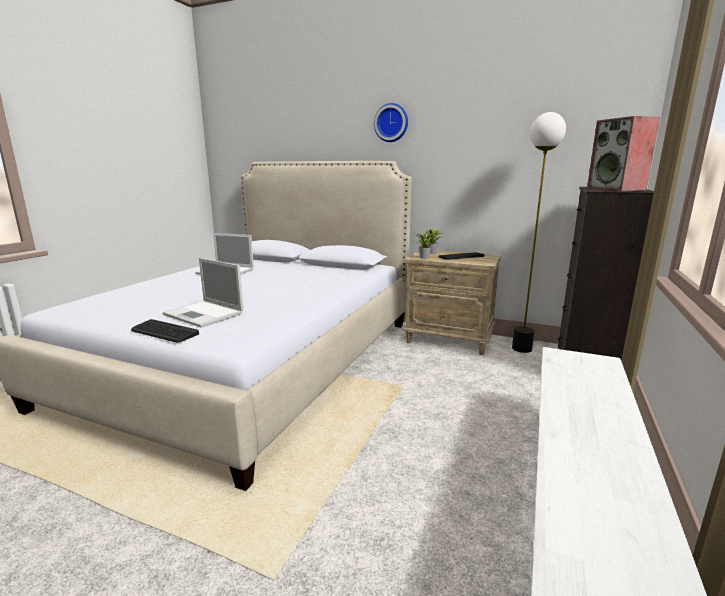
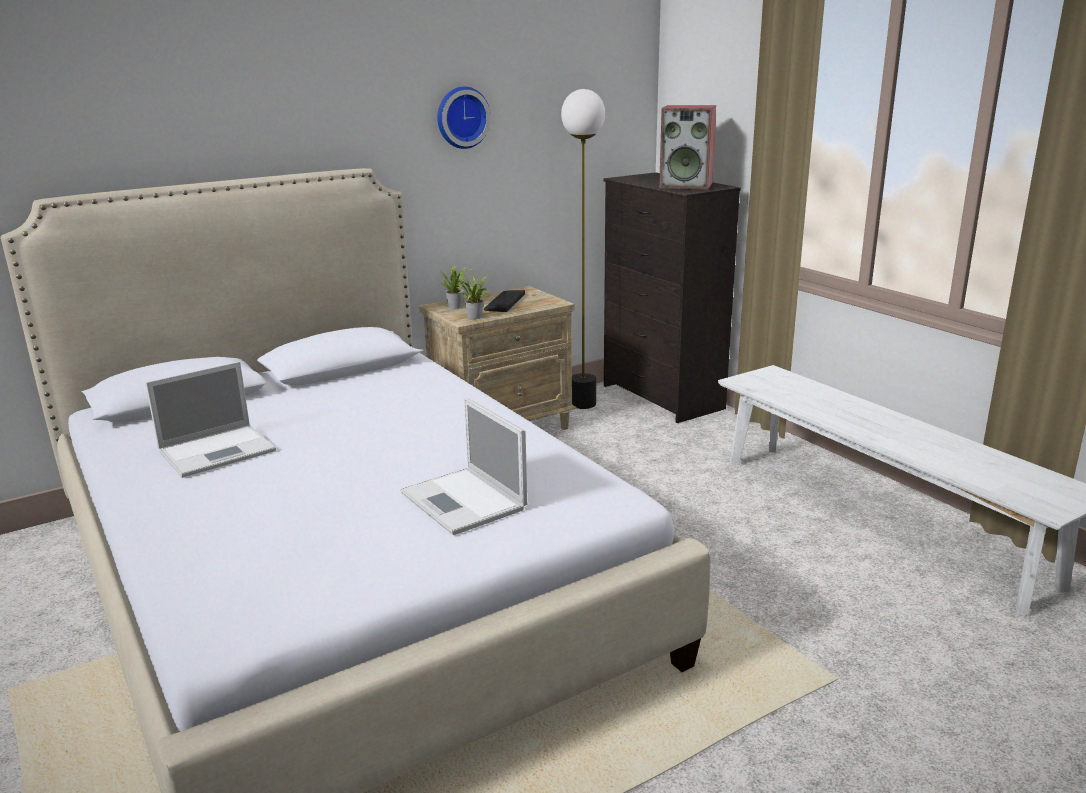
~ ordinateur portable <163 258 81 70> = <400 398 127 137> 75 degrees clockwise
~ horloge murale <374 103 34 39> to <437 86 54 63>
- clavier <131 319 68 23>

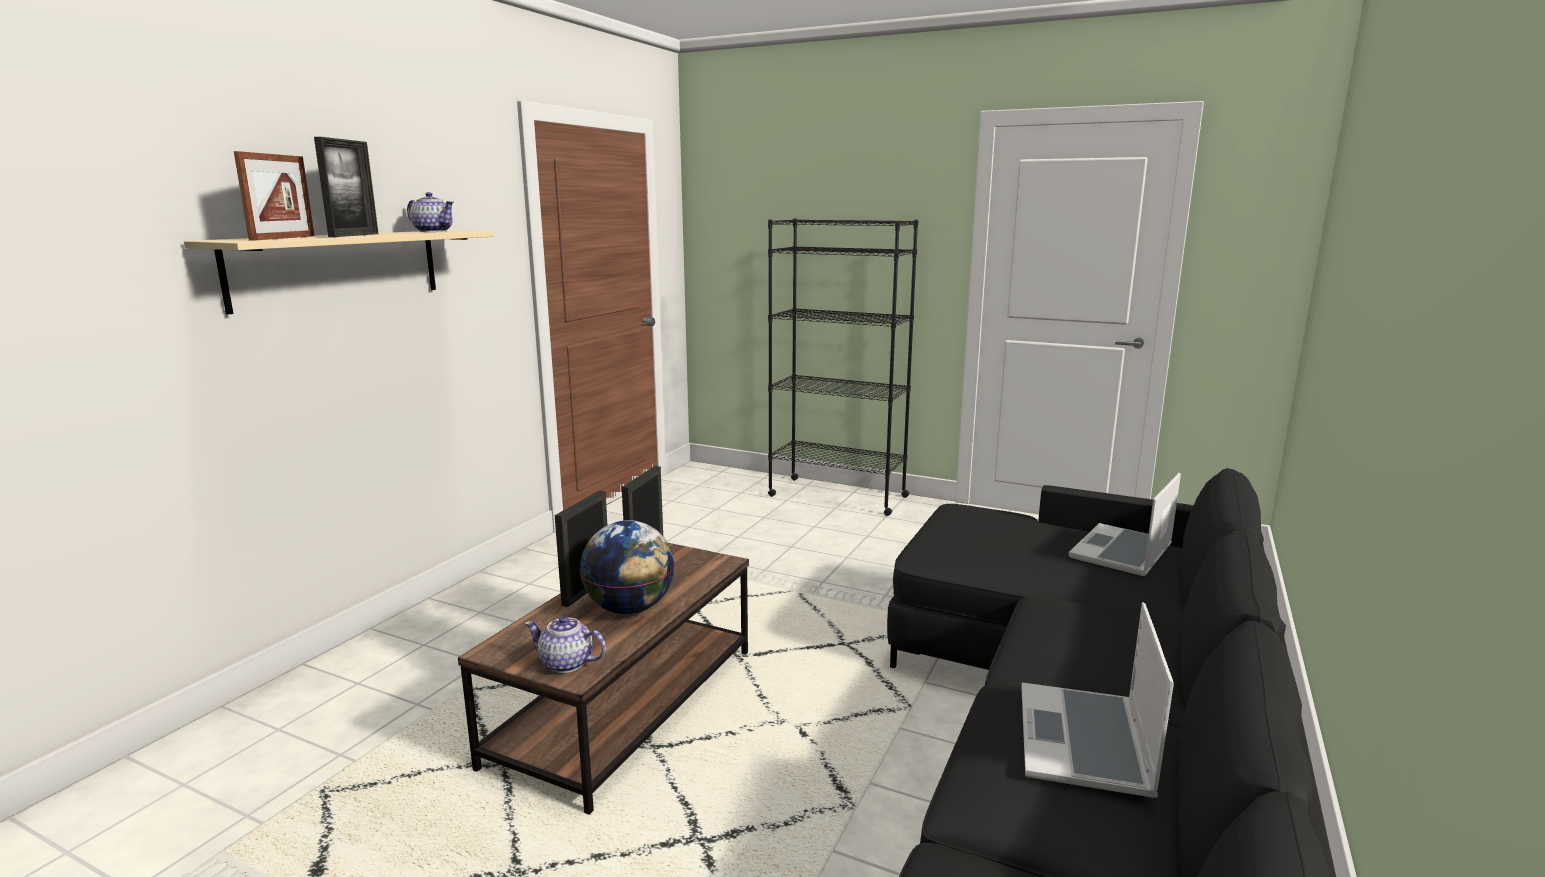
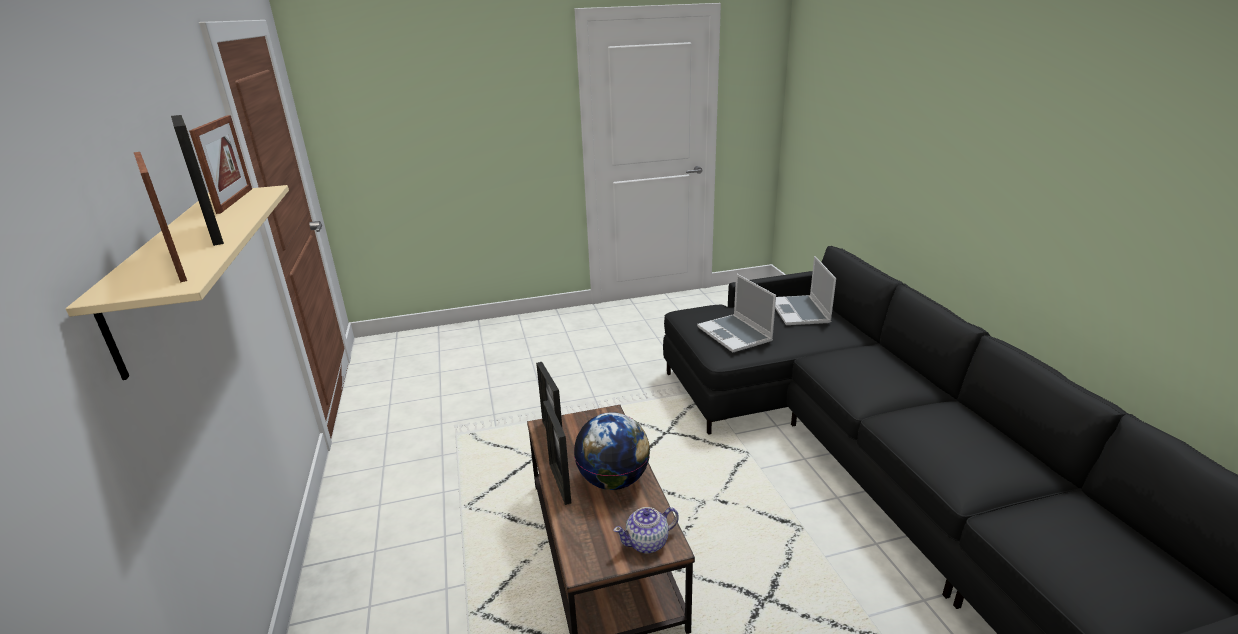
~ théière <407 192 47 40> to cadre photo <189 115 63 99>
~ ordinateur portable <1021 602 153 196> to <697 273 79 79>
- bibliothèque/noir <768 218 151 298>

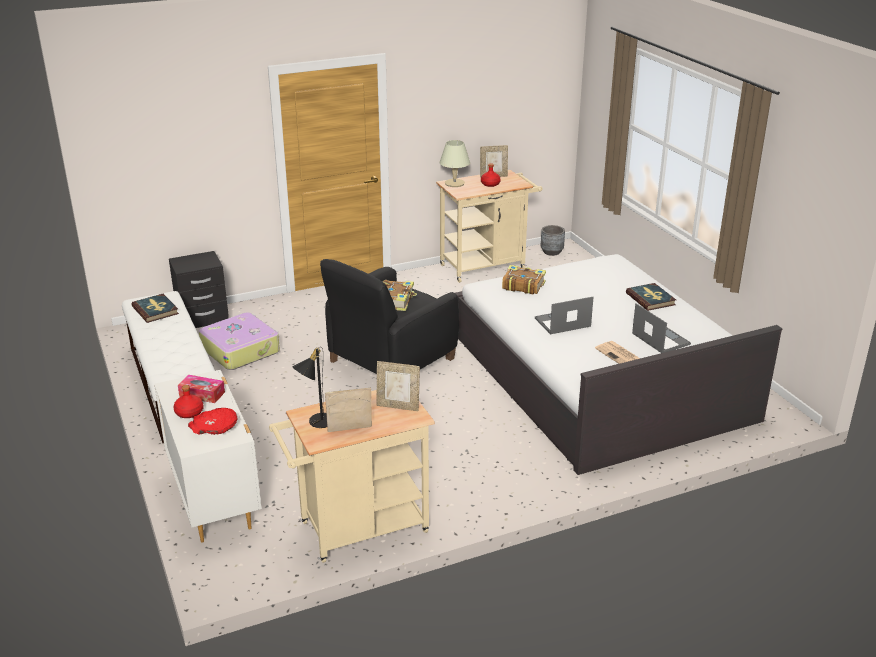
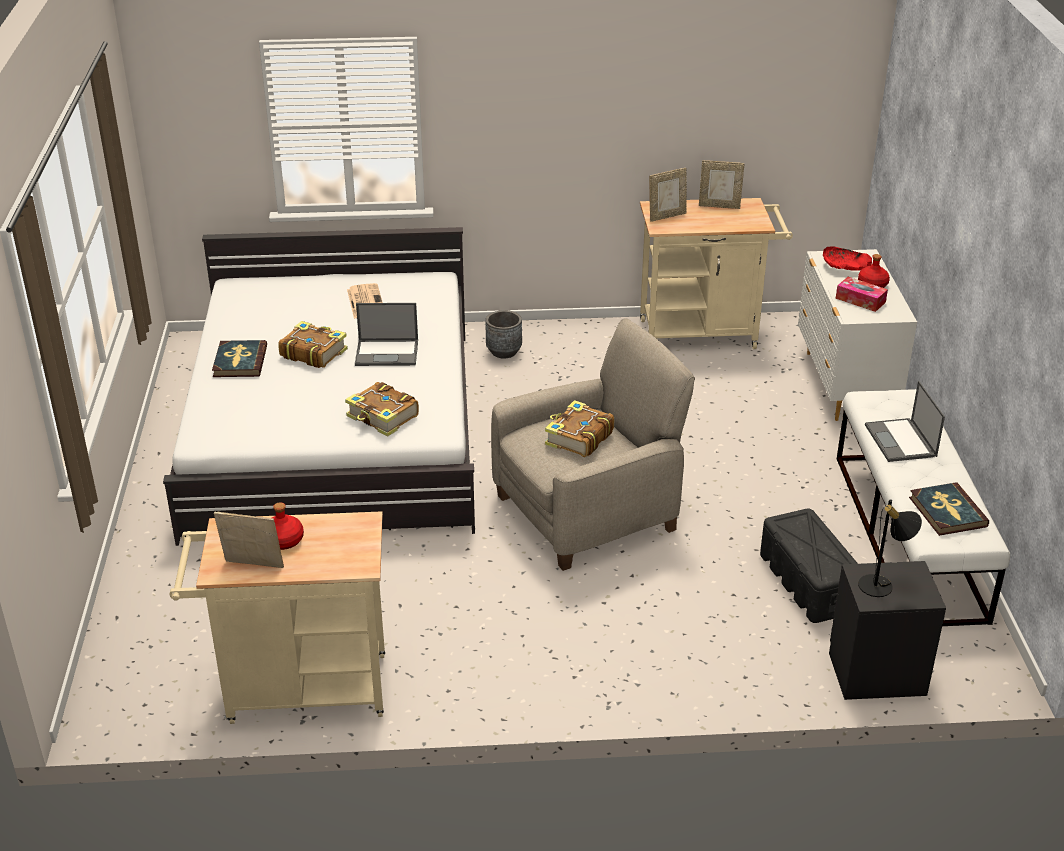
+ livre <278 321 70 47>
~ cache-pot/gris <541 225 24 31> to <486 310 36 48>
~ fauteuil/noir <320 259 139 115> to fauteuil/beige <491 318 204 253>
~ cadre photo <376 361 44 50> = <649 168 38 54> 120 degrees clockwise
~ valise <199 312 81 58> to boîte de rangement/noir <760 508 98 115>
~ lampe de table/noir <292 347 35 81> to <858 499 64 98>
~ ordinateur portable <632 303 59 50> to <865 381 80 81>
- lampe de table/beige <440 140 30 47>

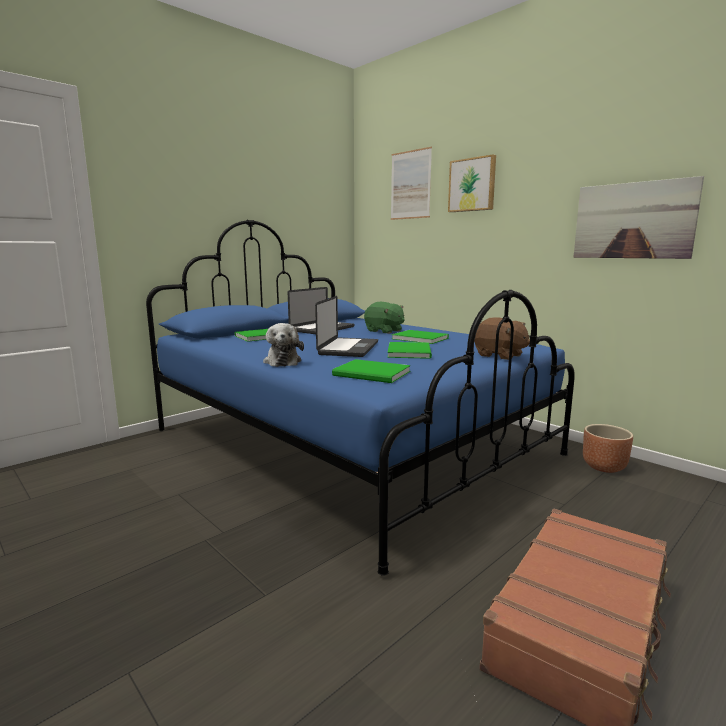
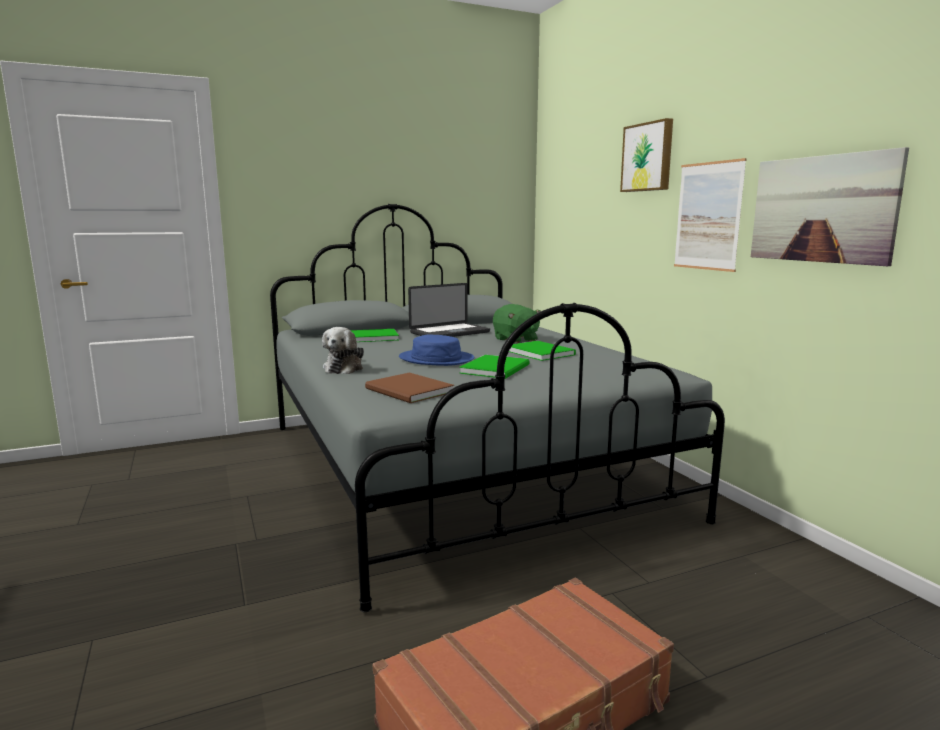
~ lit/bleu <146 220 429 356> to lit/gris <270 204 455 408>
~ livre/vert <332 359 79 24> to livre/marron <365 373 89 30>
~ ordinateur portable <315 296 63 61> to chapeau/bleu <399 335 75 31>
~ tableau <391 147 41 73> to <674 158 73 114>
- peluche/marron <475 317 55 43>
- cache-pot/marron <583 424 50 49>

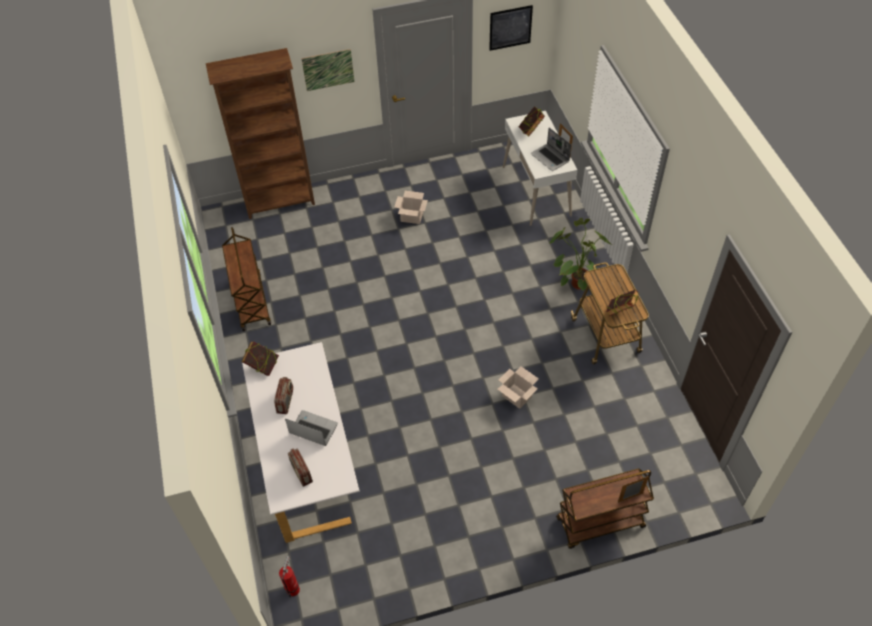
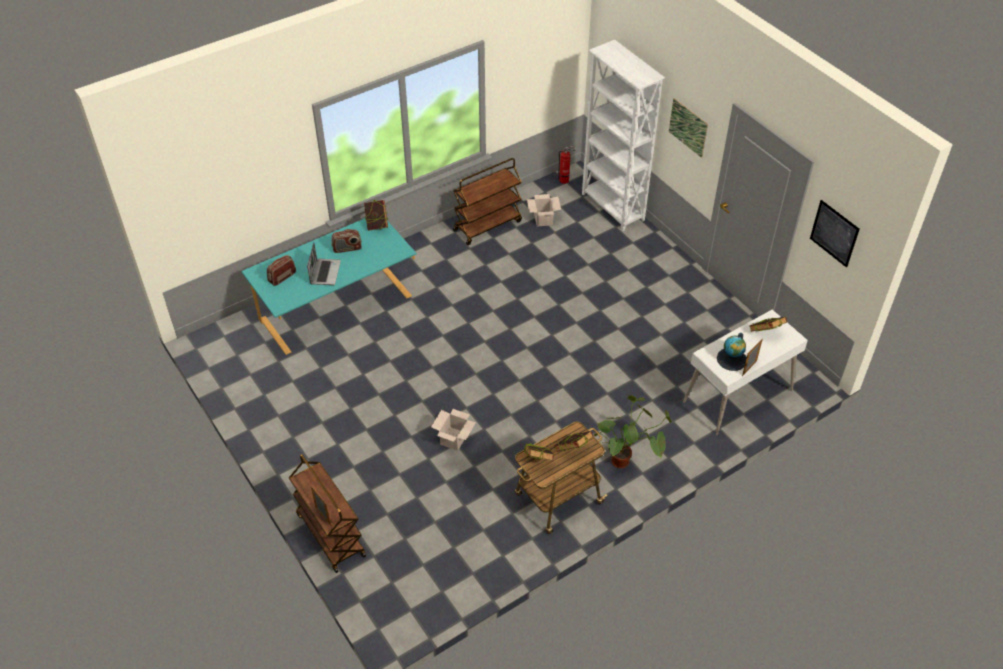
~ bureau/blanc <242 342 117 201> to bureau/turquoise <241 218 175 137>
~ carton <394 191 34 33> to <527 194 34 33>
+ livre <555 431 39 21>
~ extincteur <279 556 21 42> to <558 145 17 39>
~ bibliothèque/marron <206 48 109 171> to bibliothèque/blanc <582 40 83 191>
~ ordinateur portable <531 128 40 43> to globe <717 333 29 38>

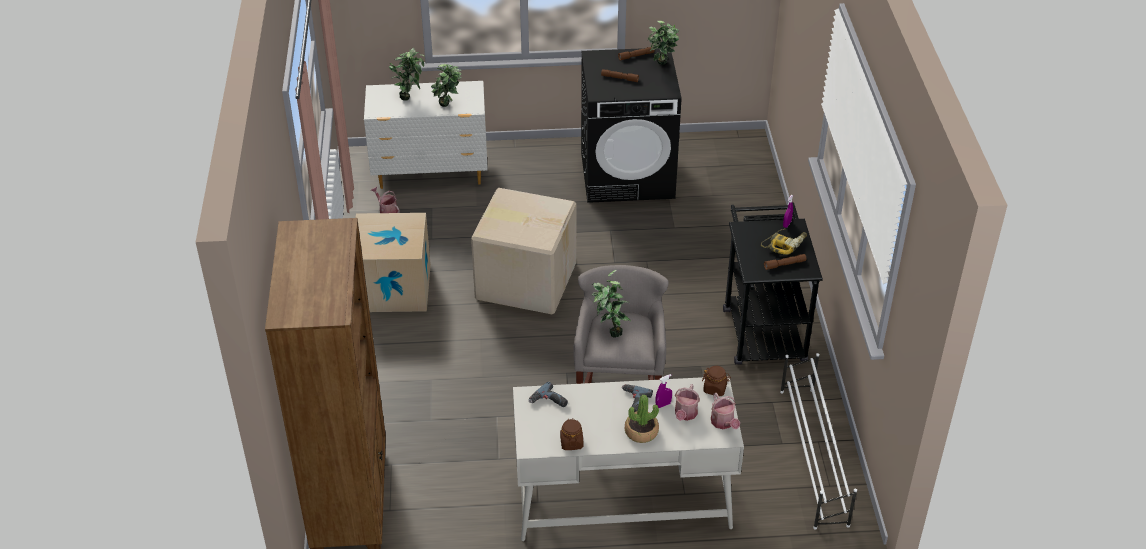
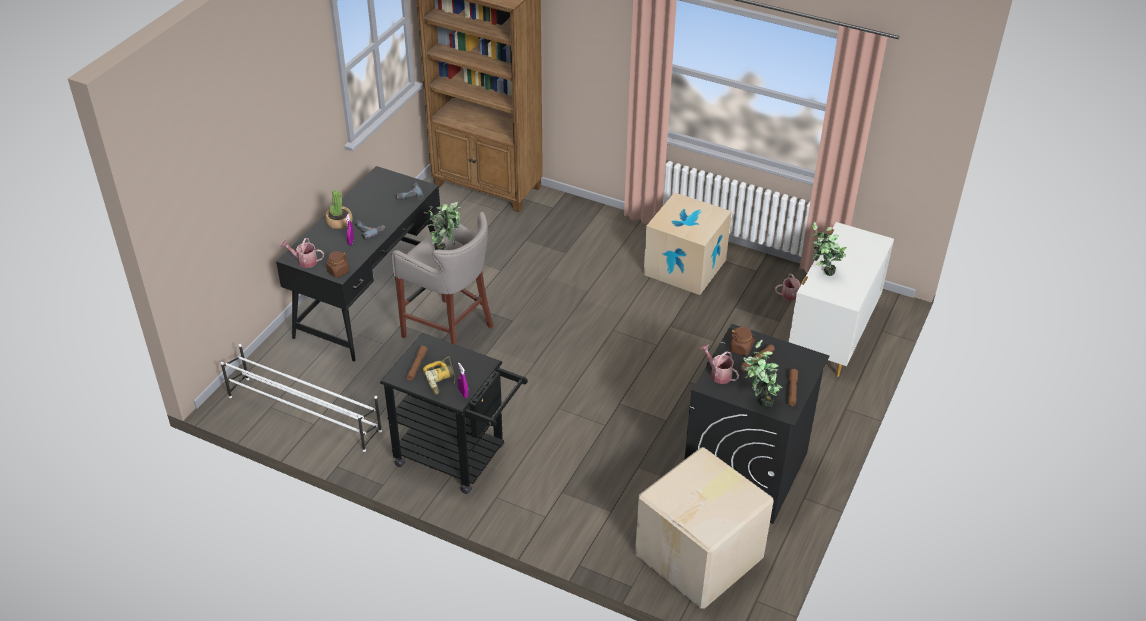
~ bureau/blanc <513 377 231 164> to bureau/noir <276 166 165 195>
~ carton <471 188 105 126> to <635 447 139 161>
~ arrosoir <675 384 25 37> to <700 344 39 40>
~ bocal/marron <560 419 23 31> to <729 327 27 29>
- plante en pot <389 48 35 53>

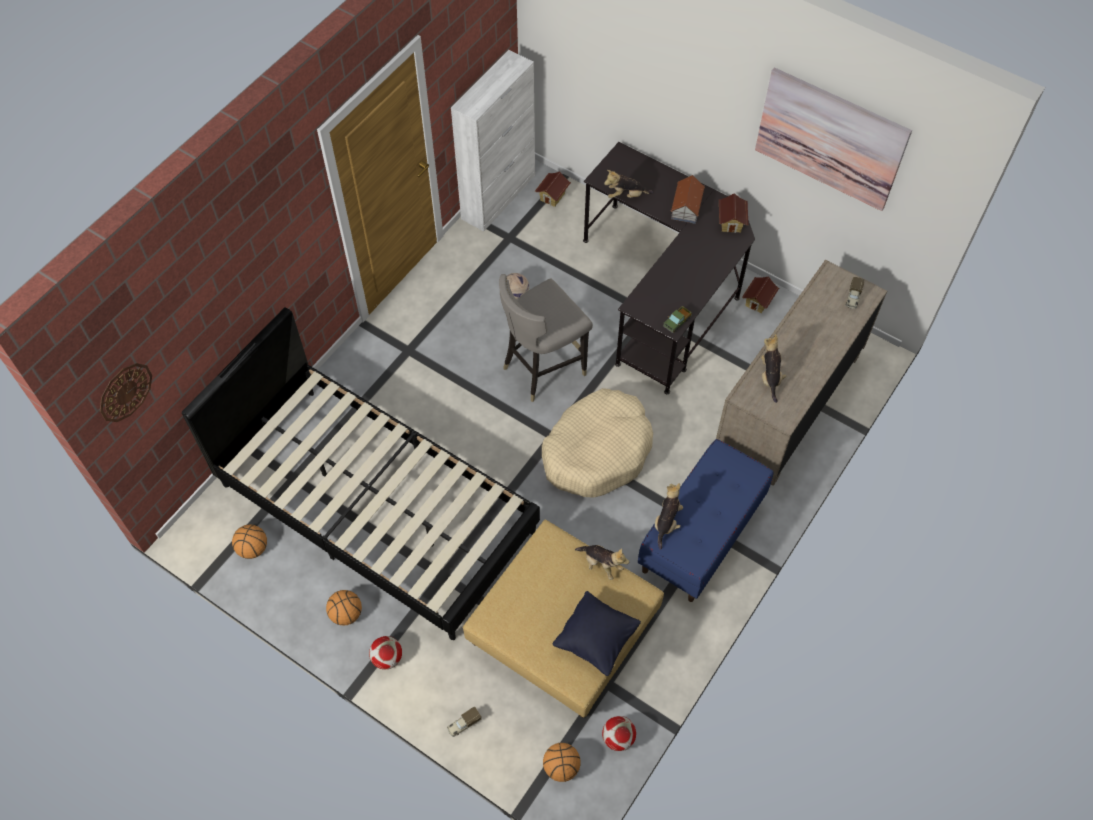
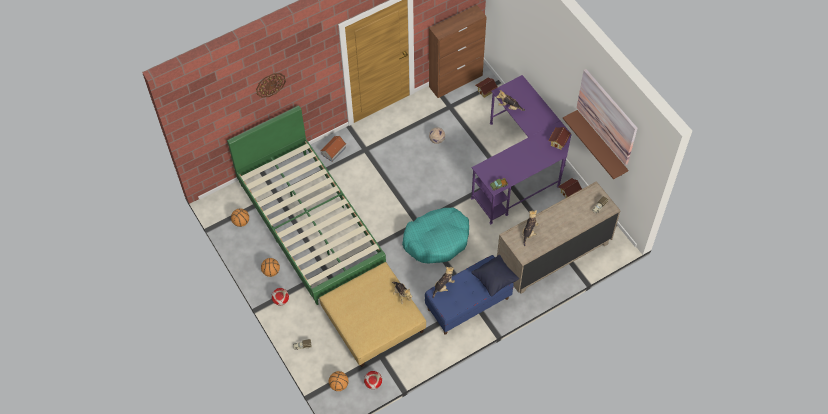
~ lit/noir <182 307 358 333> to lit/vert <227 105 159 200>
~ horloge murale <100 363 52 59> to <256 73 30 25>
~ maison miniature <671 175 34 49> to <320 136 26 26>
~ panier pour chien/beige <542 388 111 110> to panier pour chien/turquoise <402 207 67 57>
~ meuble de rangement/blanc <451 50 84 181> to meuble de rangement/marron <429 5 58 93>
~ bureau/noir <583 142 172 252> to bureau/violet <471 75 101 149>
~ coussin/noir <553 591 88 85> to <471 255 48 42>
+ étagère/marron <563 110 65 69>
- tabouret/gris <499 274 94 128>

